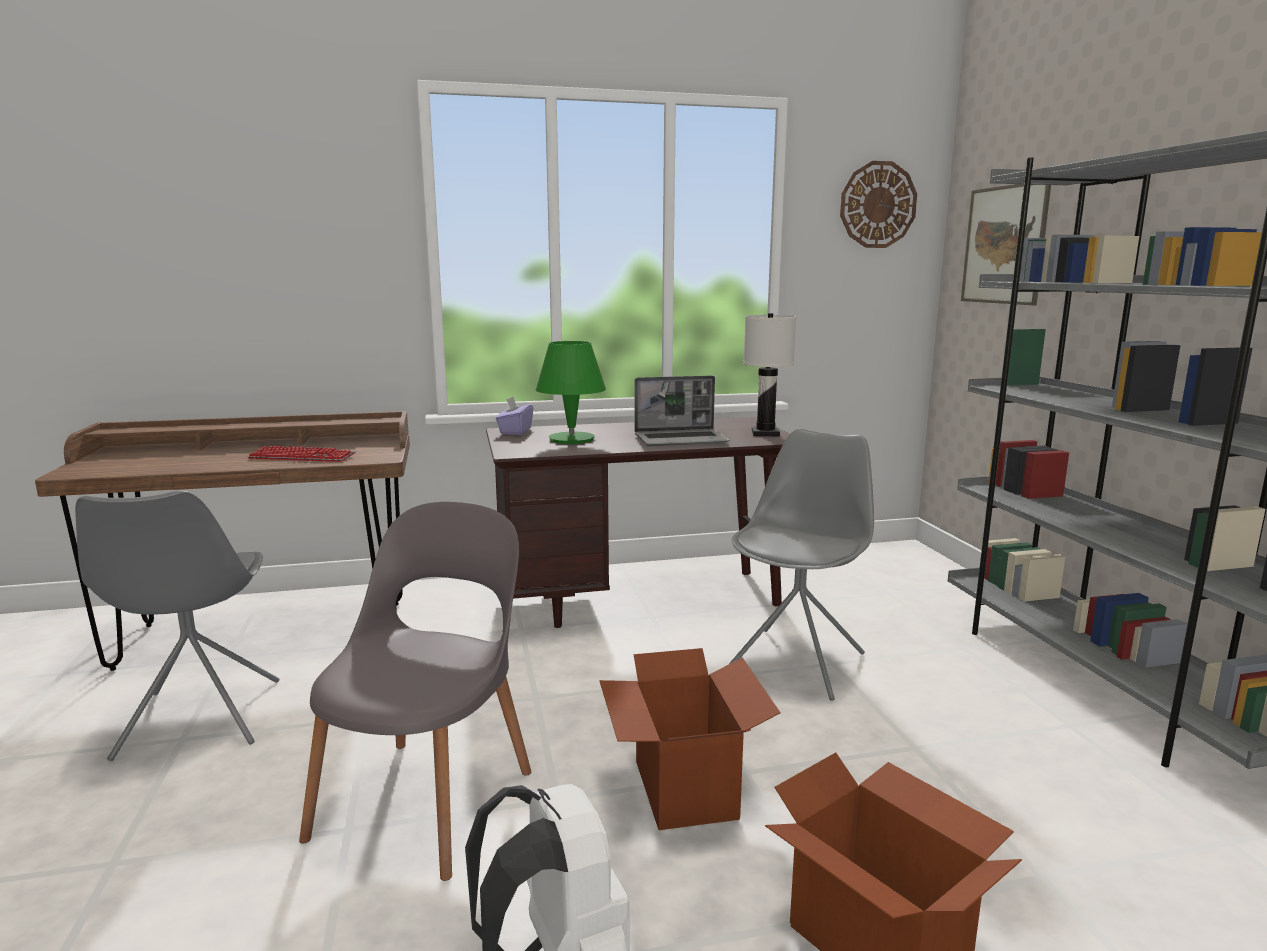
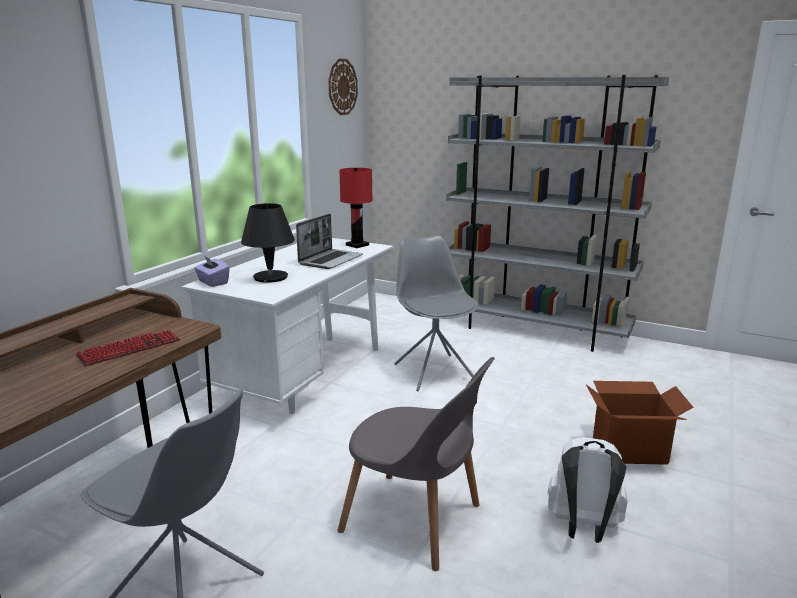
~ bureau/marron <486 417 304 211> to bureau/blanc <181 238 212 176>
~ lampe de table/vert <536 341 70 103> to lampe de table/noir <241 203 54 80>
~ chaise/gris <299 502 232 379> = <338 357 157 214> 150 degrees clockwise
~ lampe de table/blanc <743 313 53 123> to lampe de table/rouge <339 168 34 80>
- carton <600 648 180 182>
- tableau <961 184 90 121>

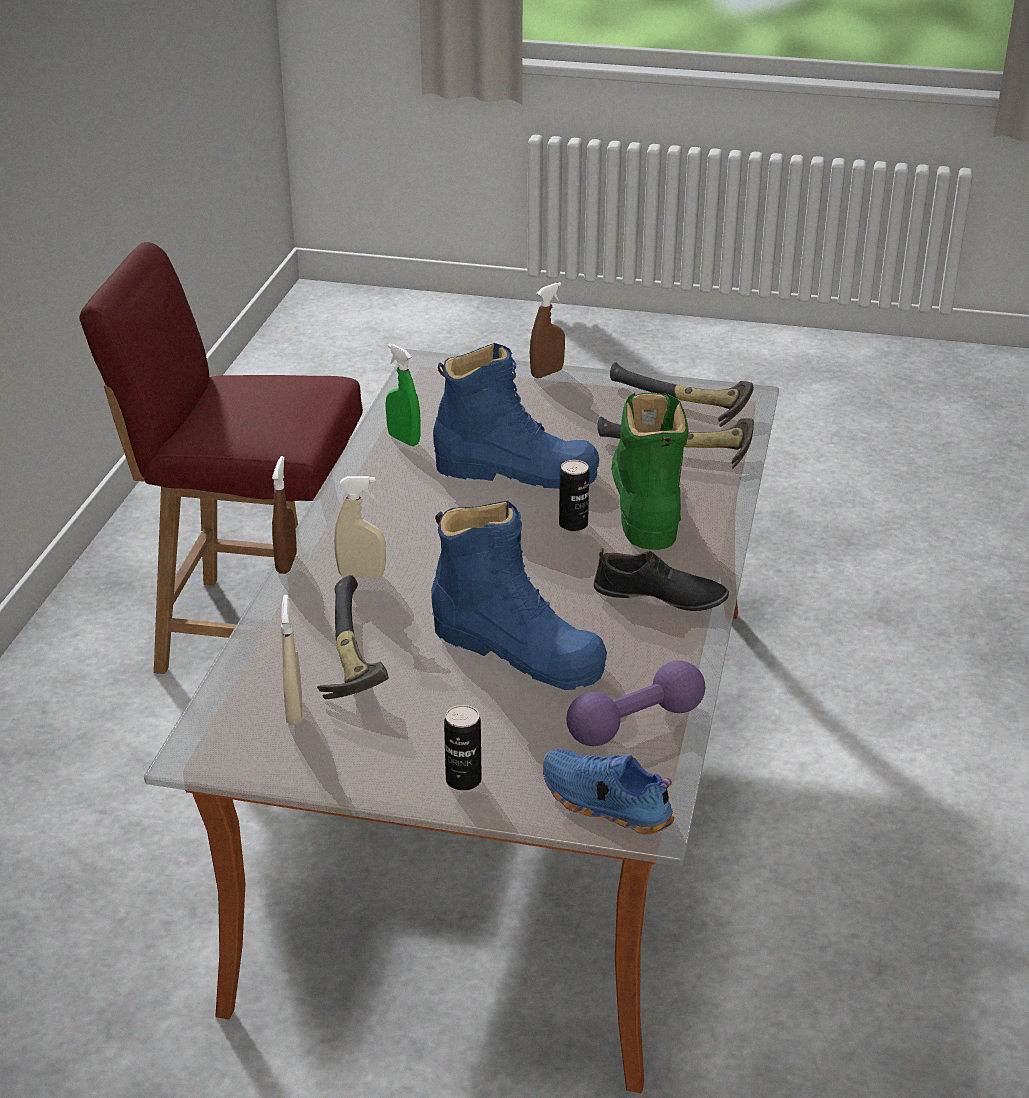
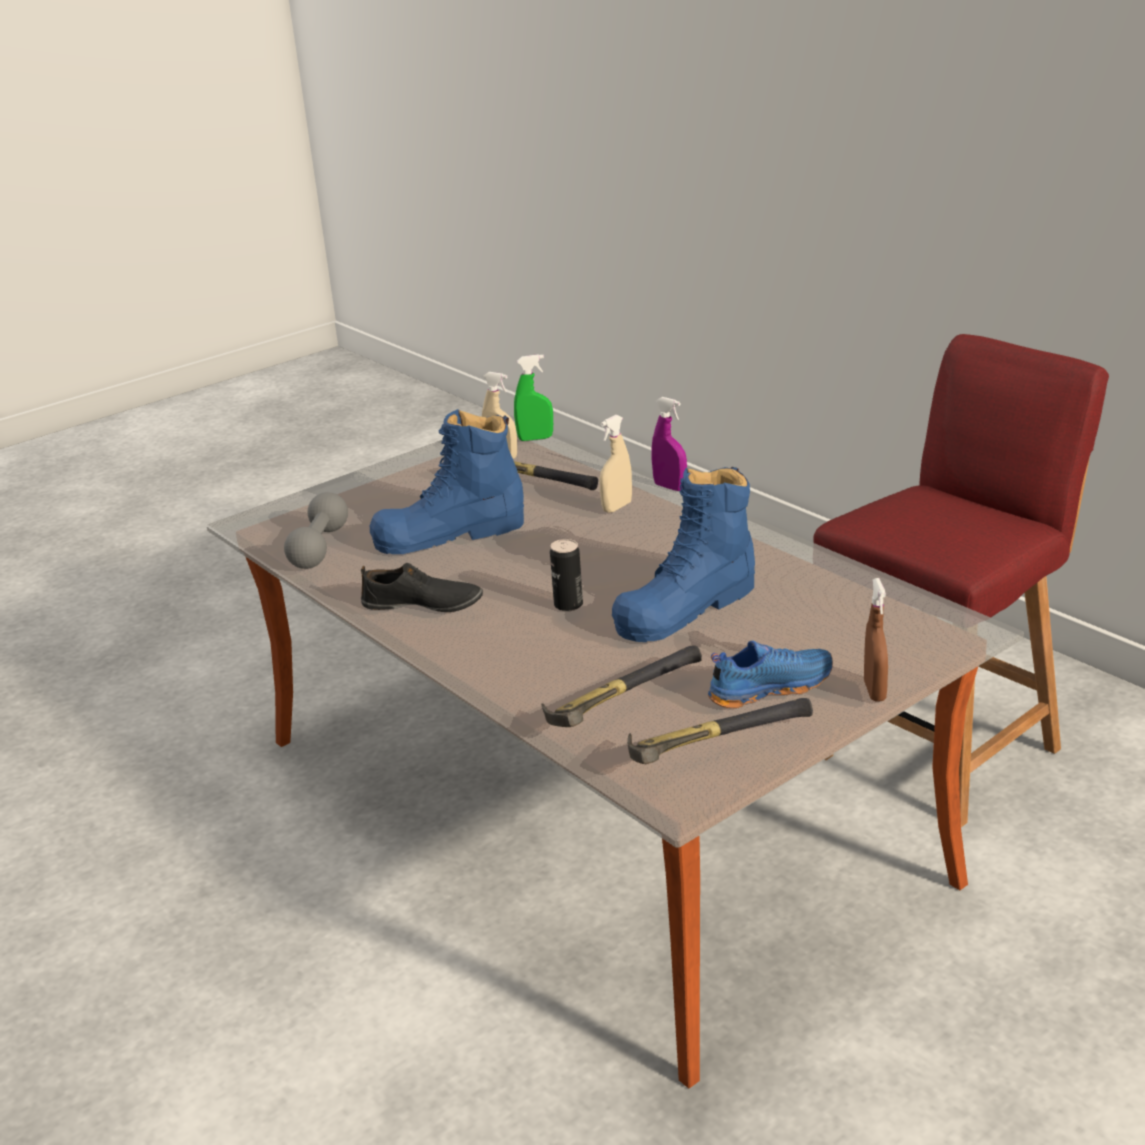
~ haltère/violet <566 660 139 86> to haltère/gris <284 492 64 77>
~ chaussure/noir <594 548 135 63> = <361 563 122 49> 135 degrees counterclockwise
~ vaporisateur/vert <385 343 36 103> to <514 354 39 87>
~ vaporisateur/marron <272 456 25 118> to vaporisateur/violet <652 397 35 94>
~ chaussure/bleu <542 749 133 85> to <708 640 125 68>
- boîte métallique <444 705 38 86>
- botte/vert <611 393 78 157>

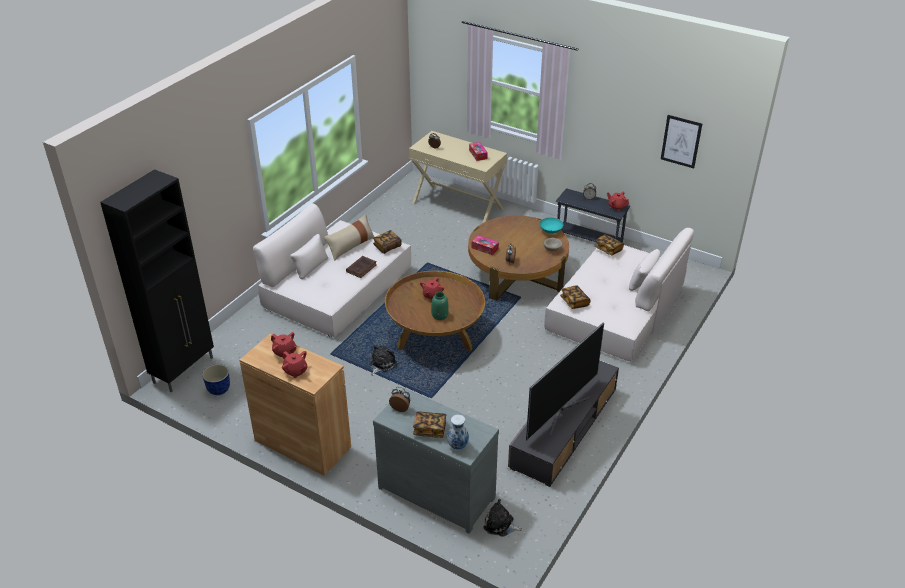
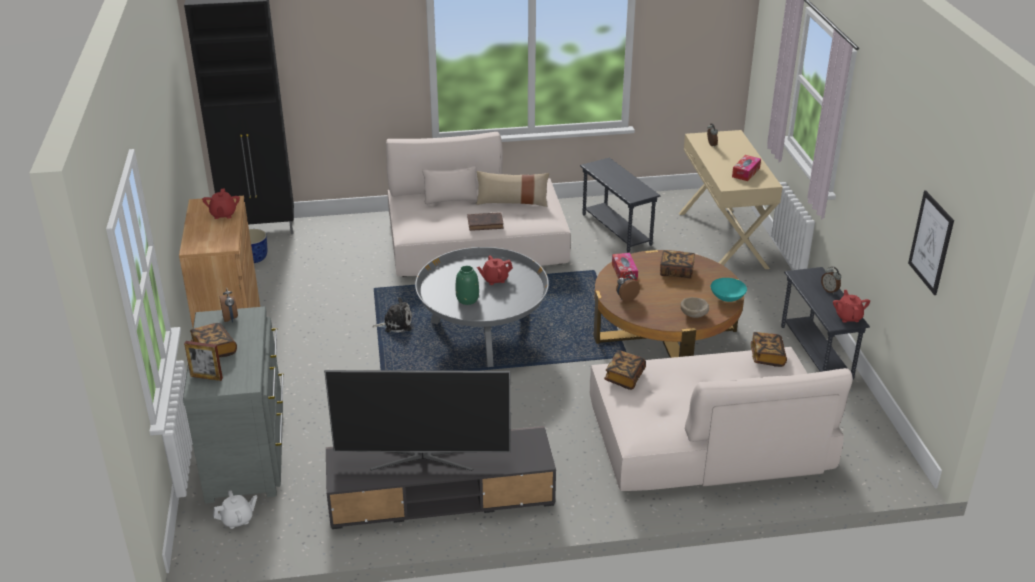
~ vase <447 415 22 34> to cadre photo <184 341 39 40>
~ peluche <483 499 39 38> to théière/blanc <213 490 44 39>
~ table basse/marron <385 271 100 80> to table basse/gris <415 247 134 120>
+ table d'appoint/gris <580 158 80 94>
~ livre <373 230 29 24> to <660 250 35 29>
- théière/rouge <282 351 26 27>

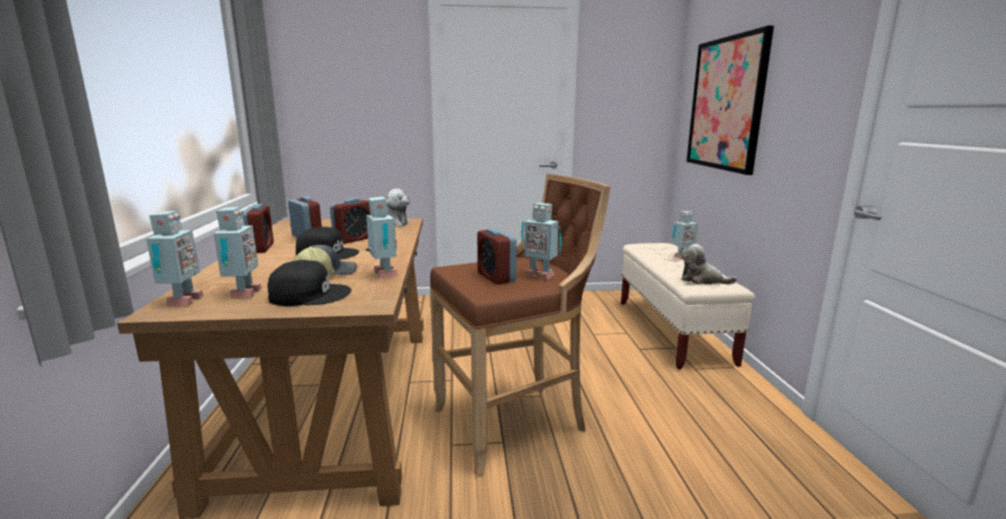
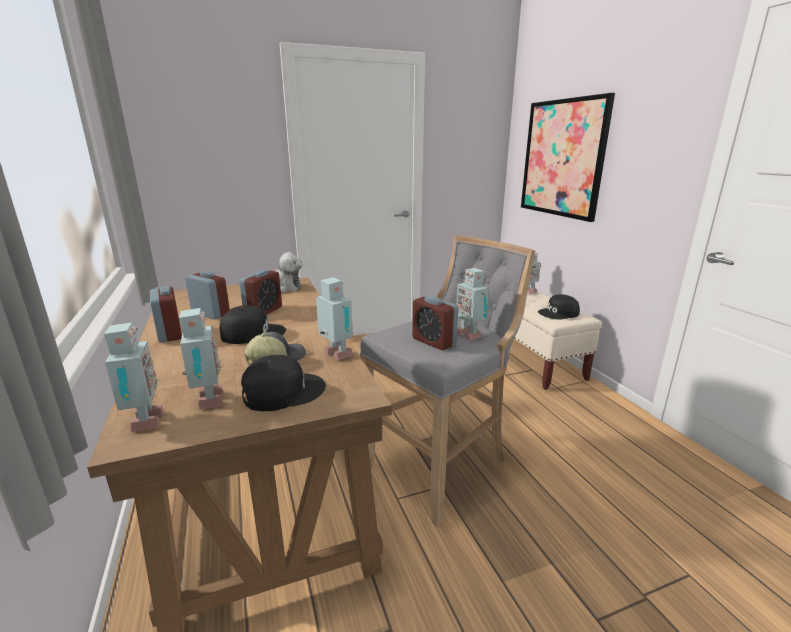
~ tabouret/marron <430 174 181 303> to tabouret/gris <360 236 175 291>
~ robot jouet <521 203 41 77> = <456 268 33 73> 45 degrees clockwise
~ peluche <681 244 56 40> to casquette/noir <538 294 42 25>

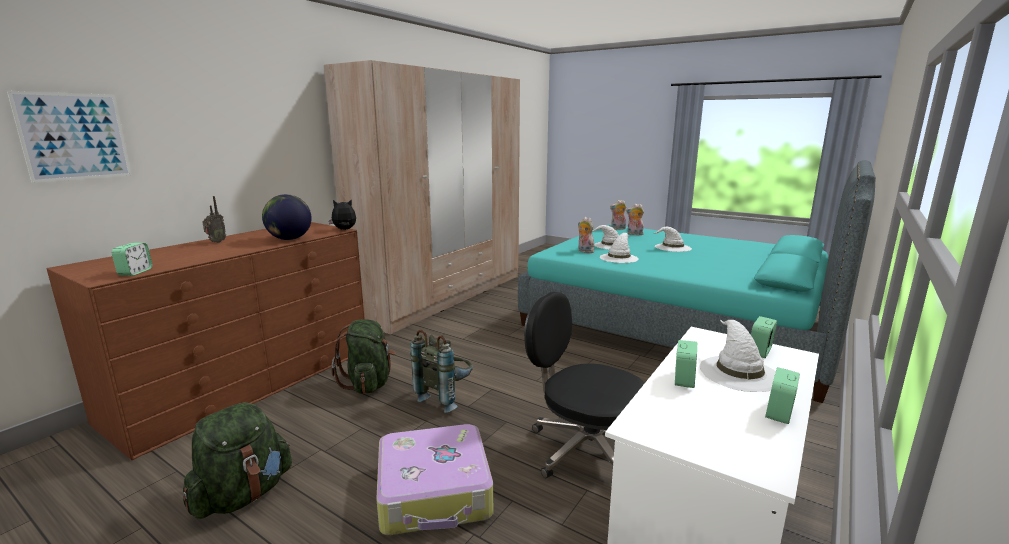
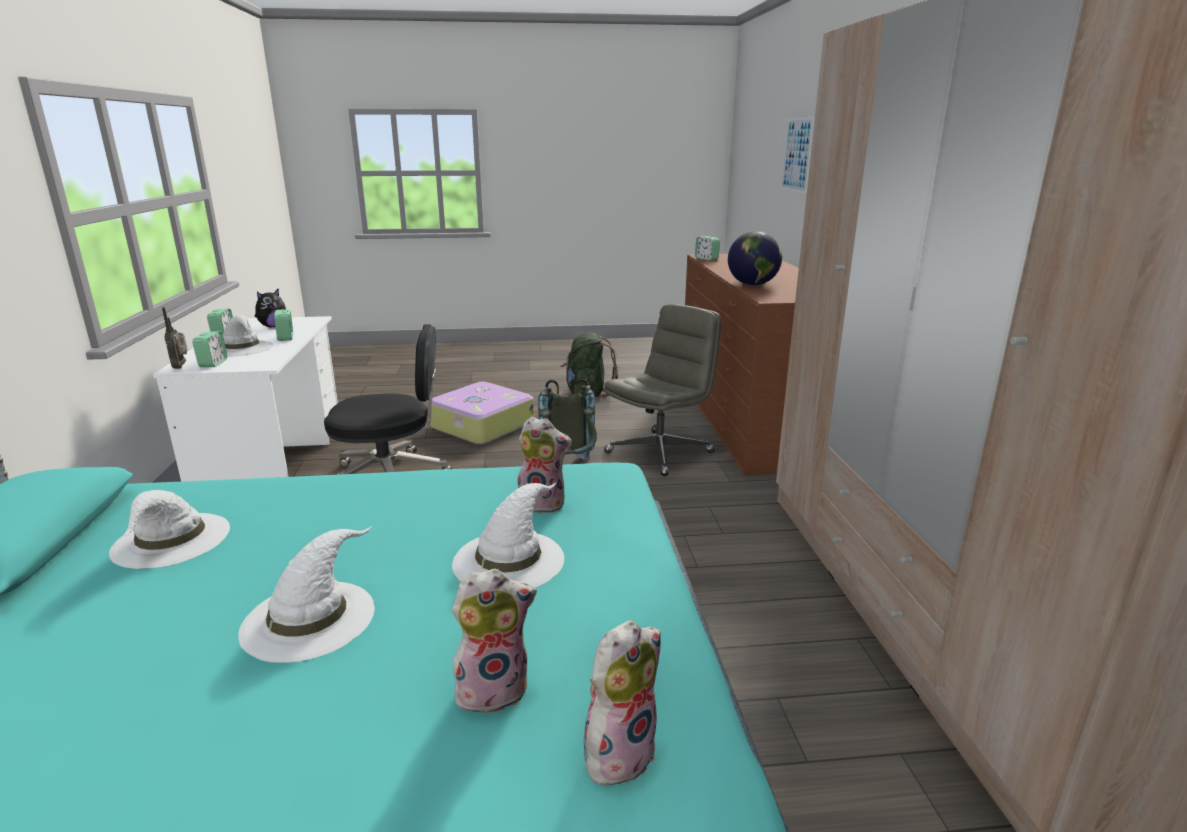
~ chapeau/blanc <600 233 39 30> to <109 490 121 79>
~ radio <203 196 23 47> to <162 307 26 62>
~ peluche <329 199 27 31> to <255 288 31 39>
~ sac à dos/vert <331 319 65 75> to chaise de bureau/gris <603 304 118 172>

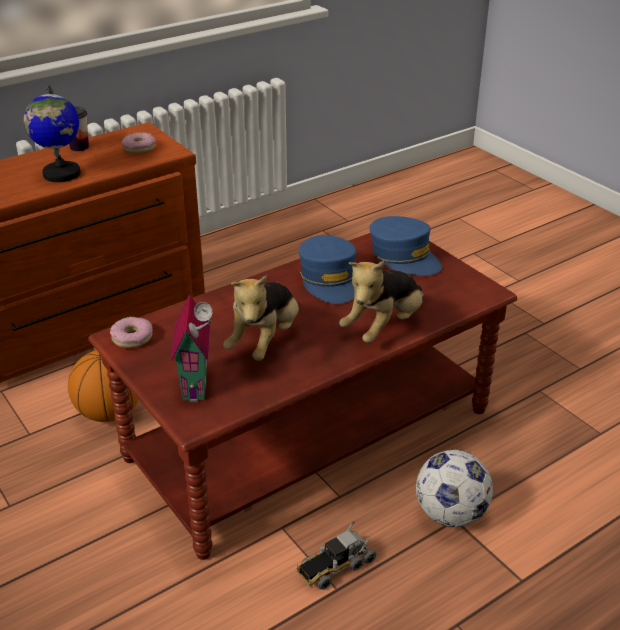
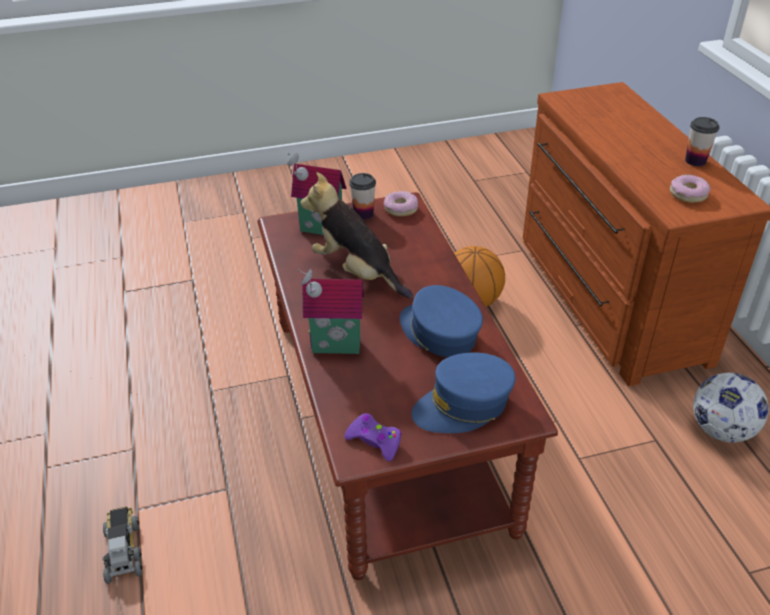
~ camion jouet <297 521 79 68> to <102 507 41 77>
~ peluche <339 261 85 82> to maison miniature <298 269 66 85>
+ manette/violet <344 413 58 48>
+ tasse <349 173 27 47>
~ casquette/bleu <299 235 58 69> = <400 285 83 72> 45 degrees clockwise
~ ballon de foot <416 450 77 77> to <693 373 76 69>
- globe <24 84 57 98>

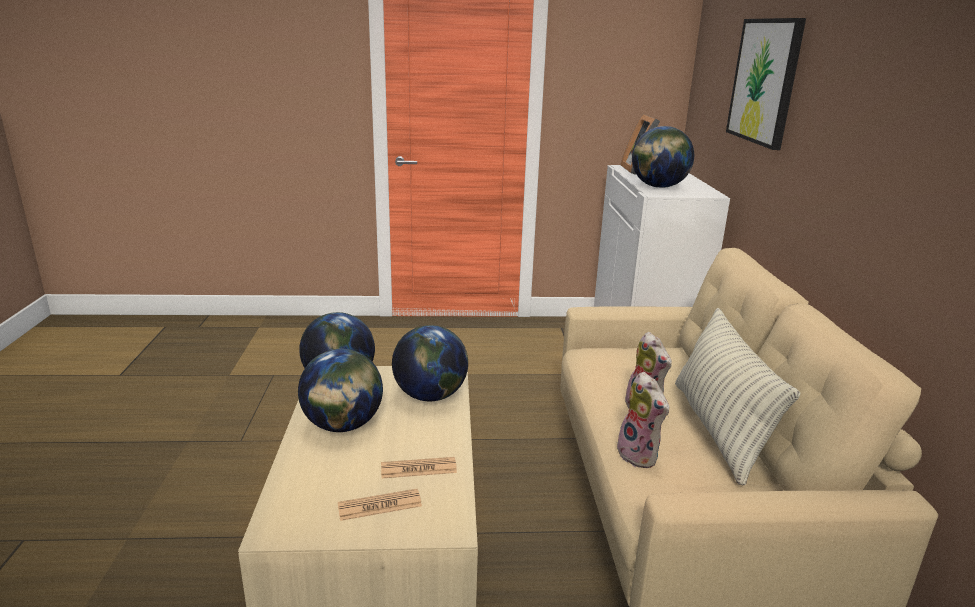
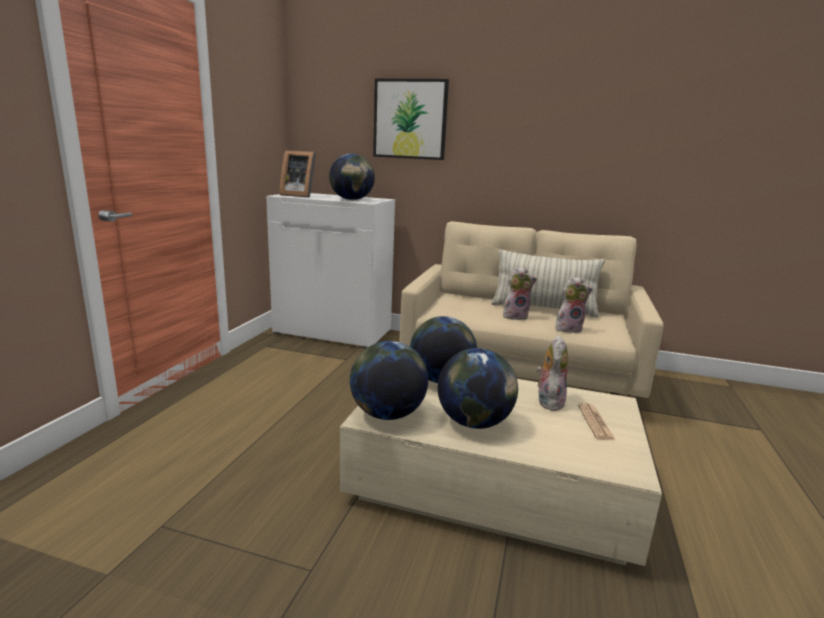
~ journal <381 457 76 21> to peluche <536 335 32 76>

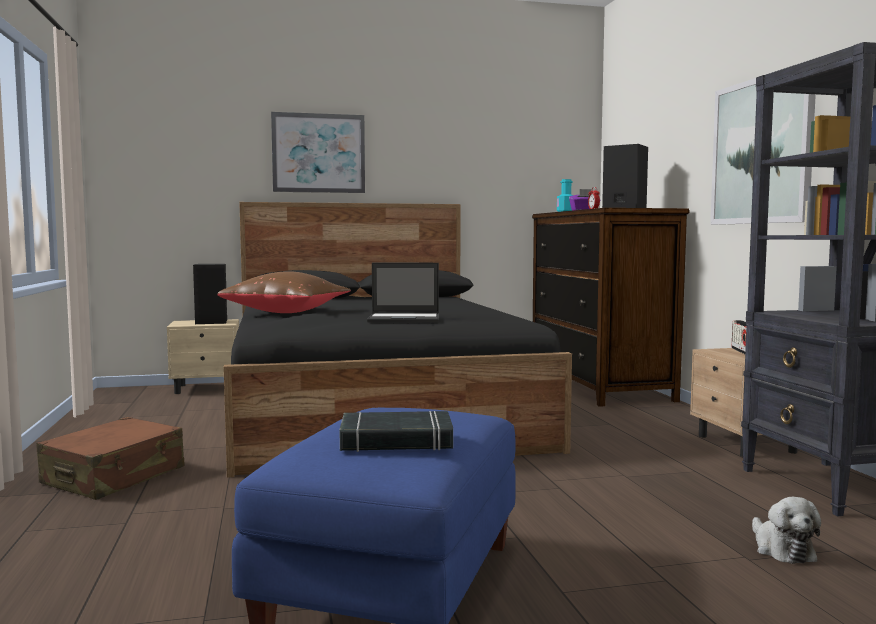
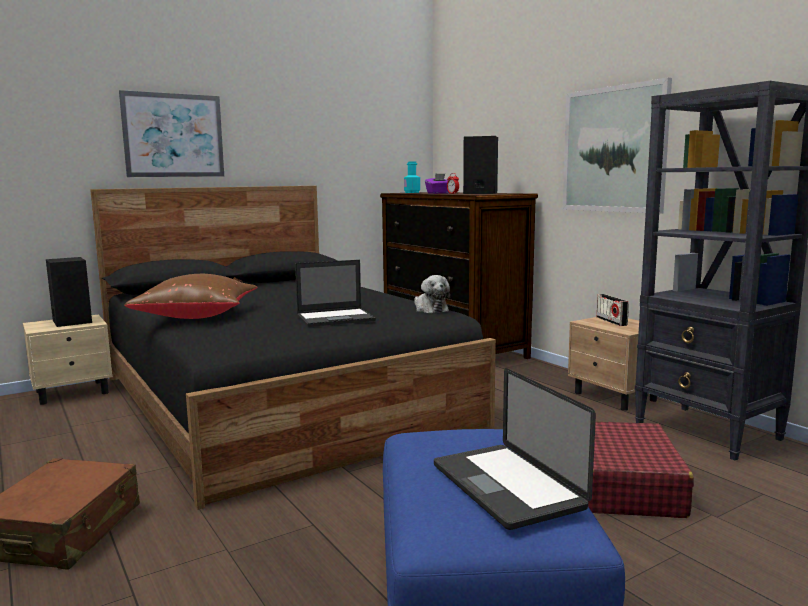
~ peluche <752 497 69 67> to <414 275 36 38>
~ livre/noir <339 411 114 41> to ordinateur portable <434 368 162 162>
+ valise/rouge <588 422 106 96>

